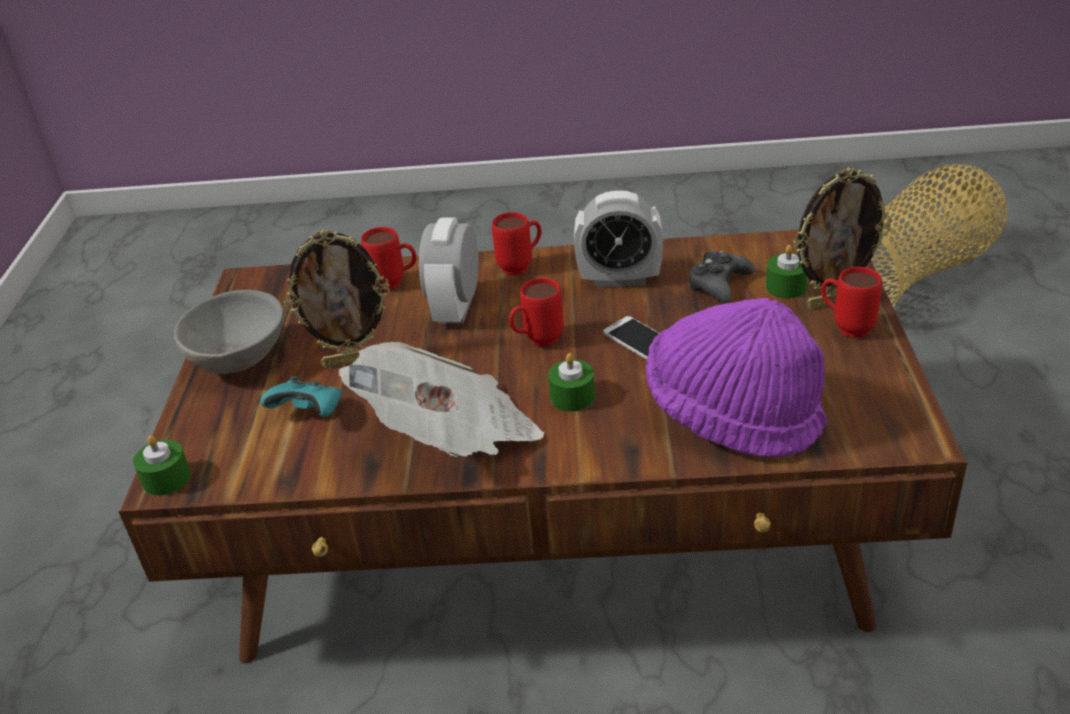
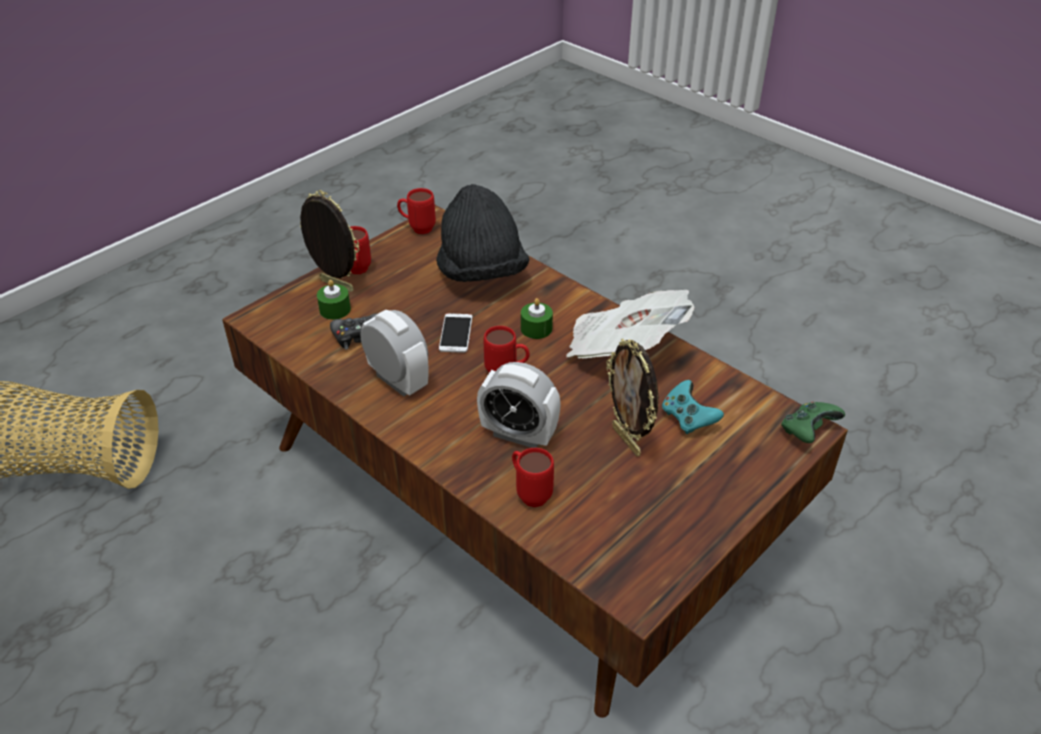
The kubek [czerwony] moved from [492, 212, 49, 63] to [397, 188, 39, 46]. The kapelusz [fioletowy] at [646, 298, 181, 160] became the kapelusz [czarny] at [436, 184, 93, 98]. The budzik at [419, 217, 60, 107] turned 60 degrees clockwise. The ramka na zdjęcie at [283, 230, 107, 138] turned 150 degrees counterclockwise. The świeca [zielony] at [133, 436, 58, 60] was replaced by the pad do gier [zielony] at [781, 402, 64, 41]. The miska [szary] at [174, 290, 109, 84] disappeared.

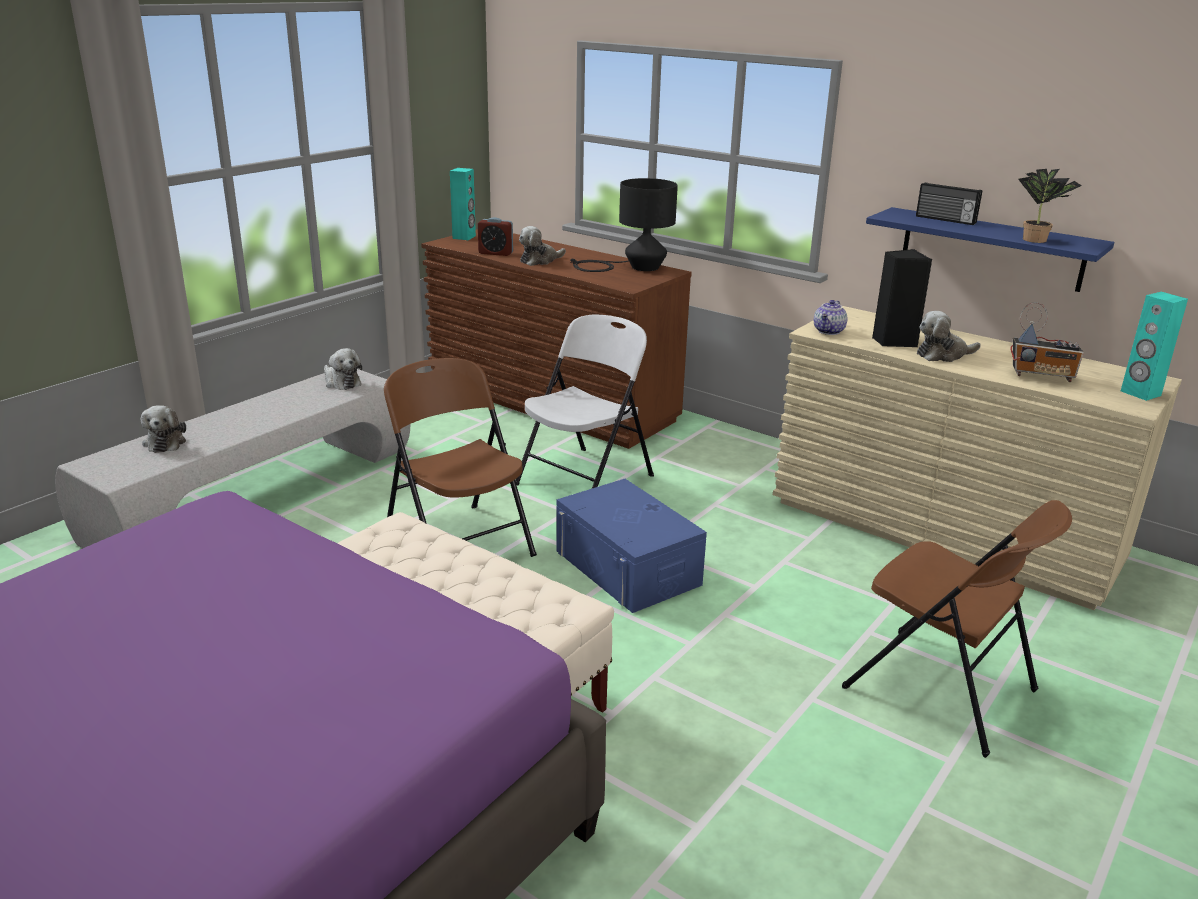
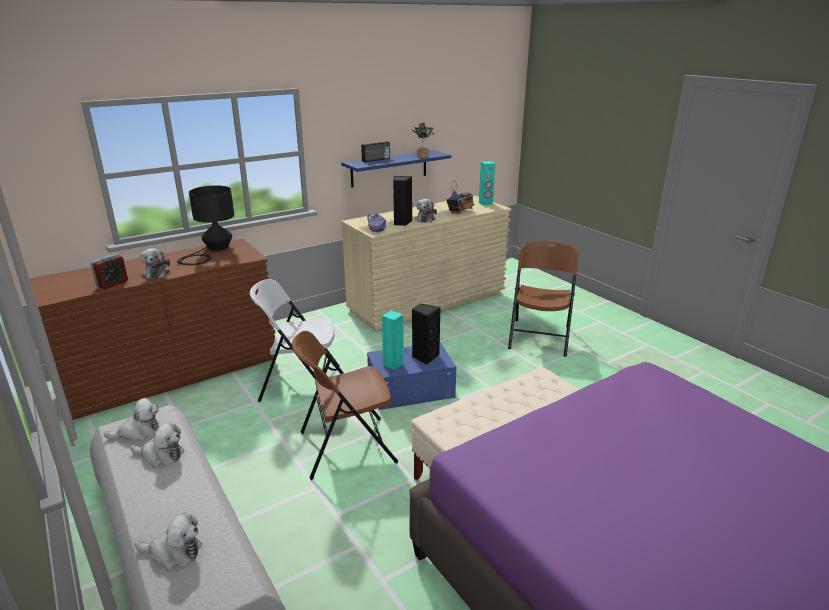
The pluszak at [130, 422, 54, 46] appeared. The krzesło [biały] at [515, 315, 139, 173] turned 60 degrees counterclockwise. The głośnik [turkusowy] moved from [450, 168, 26, 72] to [382, 311, 22, 59]. The głośnik [czarny] at [412, 303, 29, 62] appeared. The krzesło [brązowy] at [842, 500, 230, 258] turned 45 degrees counterclockwise.

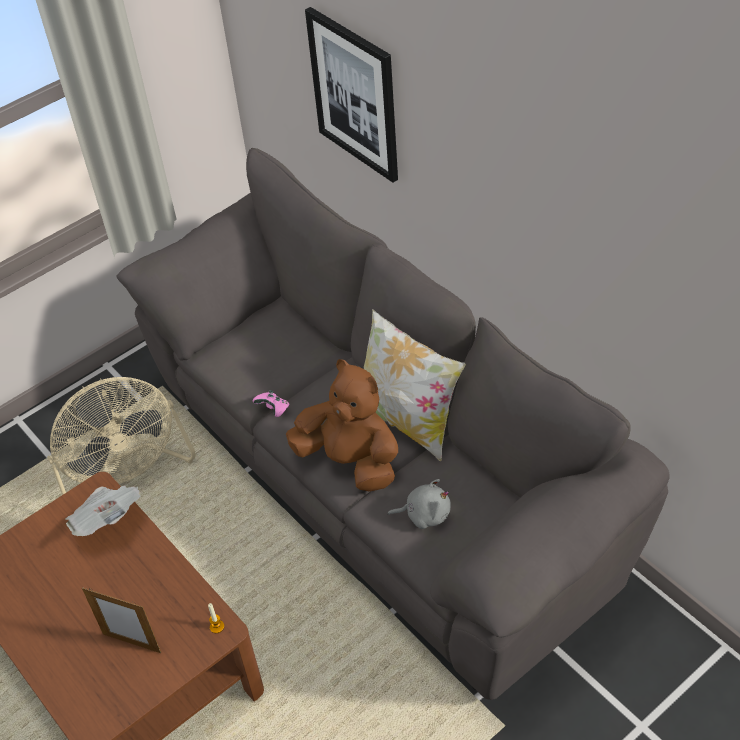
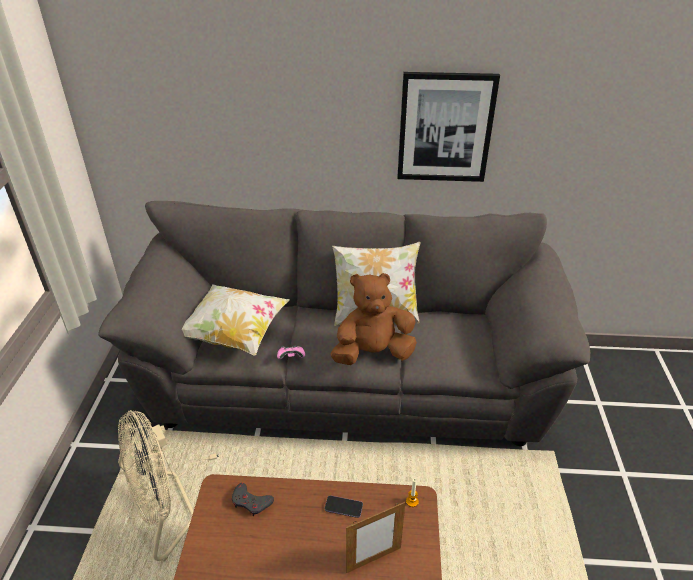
The wentylator [beżowy] at [47, 377, 149, 118] turned 135 degrees clockwise. The poduszka at [182, 284, 108, 71] appeared. The gazeta at [65, 485, 75, 51] was replaced by the pad do gier [szary] at [232, 483, 42, 33]. The telefon at [325, 495, 38, 23] appeared. The obraz moved from [305, 7, 93, 176] to [397, 72, 103, 110]. The pluszak [szary] at [388, 479, 63, 50] disappeared.

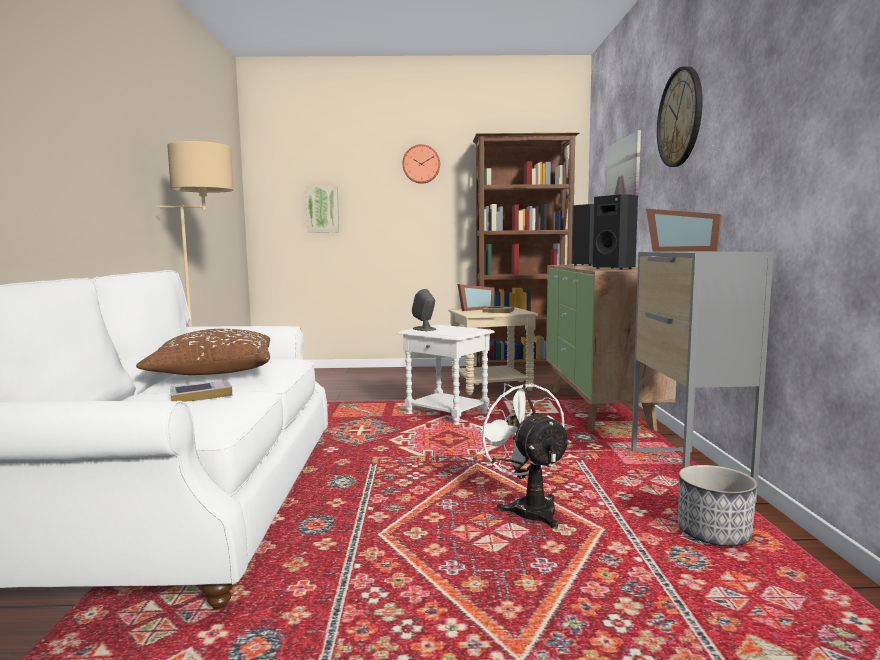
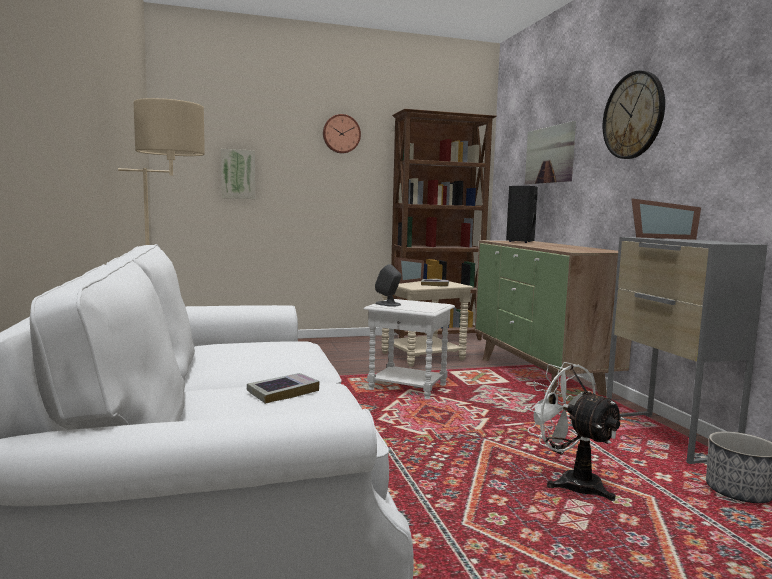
The poduszka [brązowy] at [136, 329, 134, 46] disappeared. The głośnik [czarny] at [592, 194, 46, 76] disappeared.

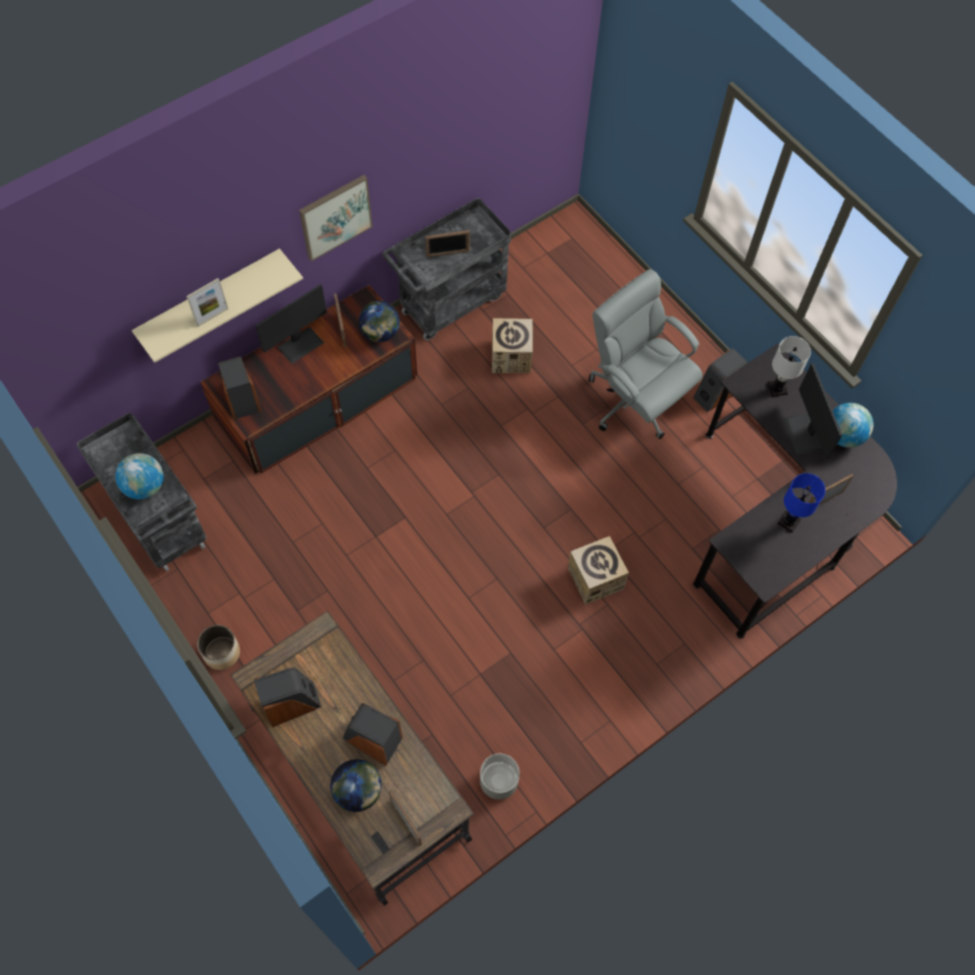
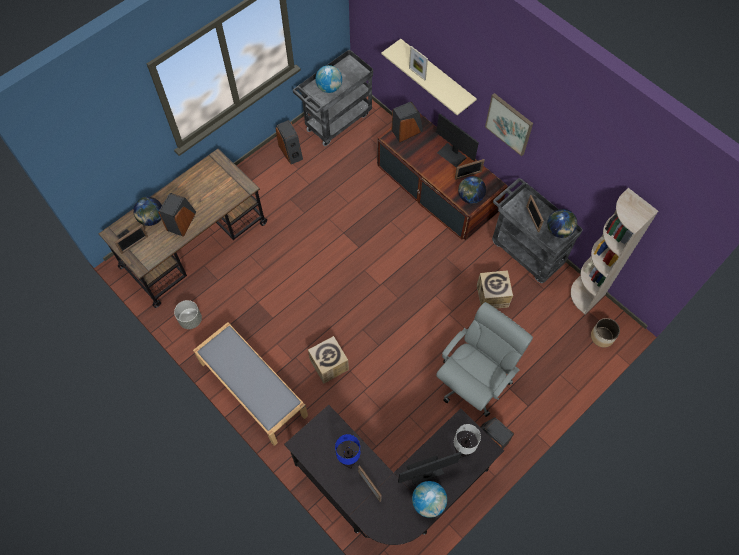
The ławka [szary] at [193, 322, 115, 124] appeared. The głośnik moved from [254, 667, 67, 60] to [275, 120, 28, 44]. The globus at [547, 209, 30, 29] appeared. The regał [beżowy] at [571, 188, 87, 126] appeared. The donica moved from [197, 625, 43, 45] to [591, 318, 29, 30].

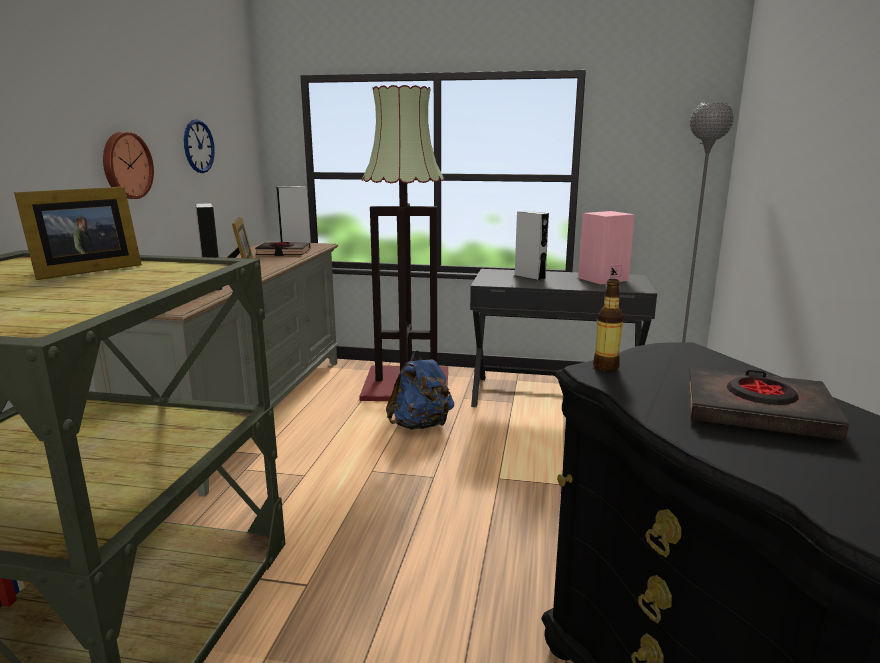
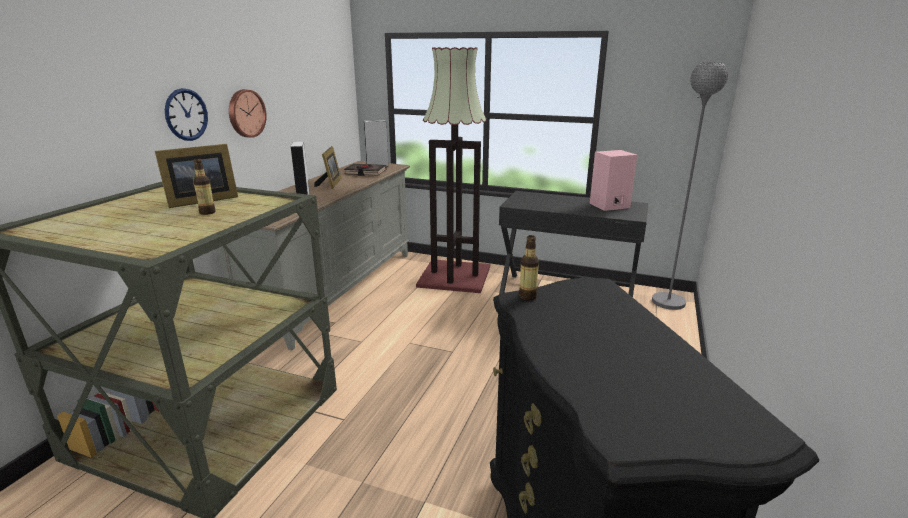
The zegar ścienny moved from [184, 119, 31, 54] to [165, 88, 43, 53]. The butelka at [193, 158, 23, 57] appeared. The plecak [niebieski] at [386, 351, 68, 79] disappeared. The głośnik [szary] at [514, 211, 35, 70] disappeared. The książka [czarny] at [688, 368, 161, 73] disappeared.

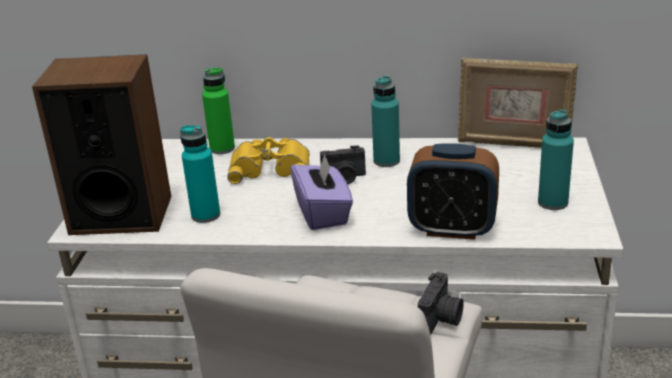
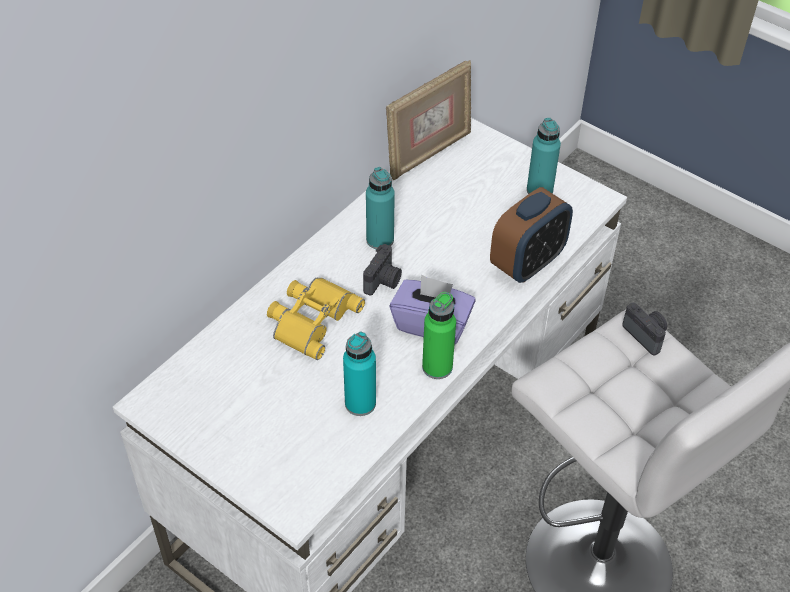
The butelka [zielony] moved from [202, 68, 33, 86] to [422, 292, 34, 87]. The głośnik at [32, 54, 139, 181] disappeared.

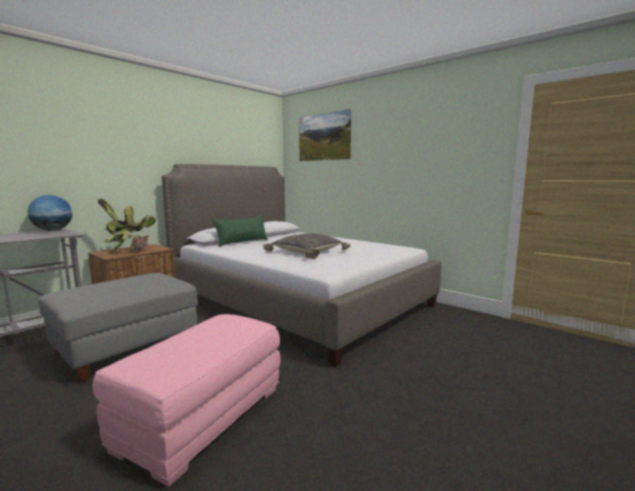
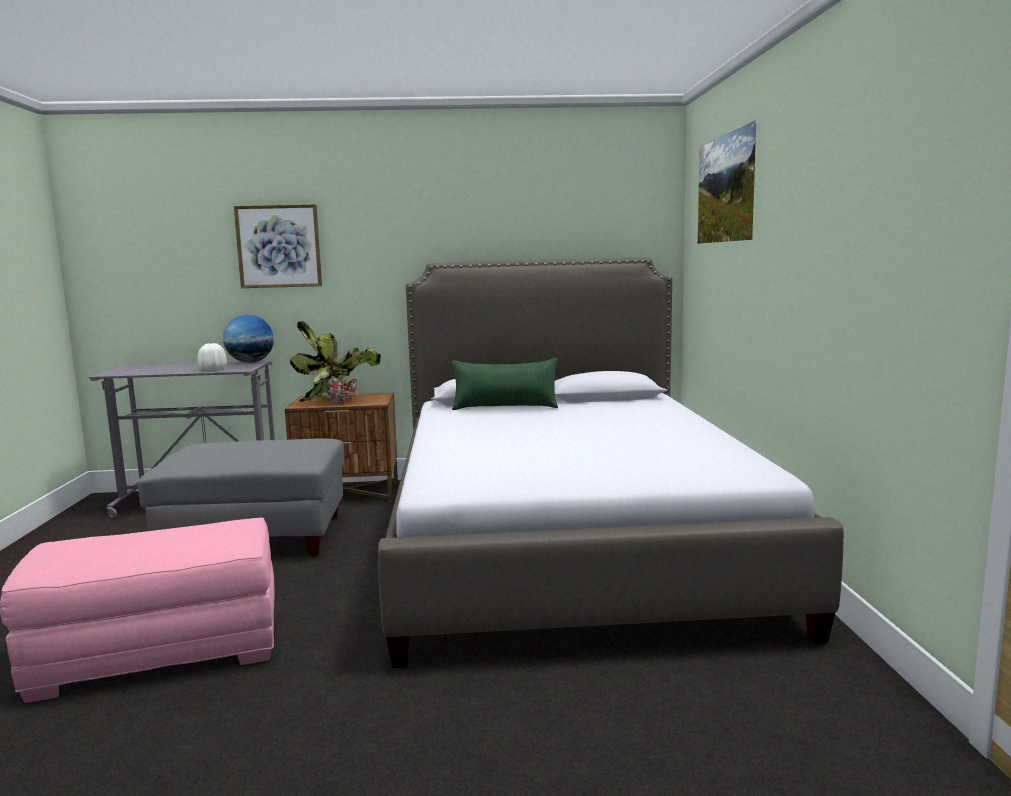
The wazon [biały] at [198, 343, 29, 27] appeared. The obraz at [234, 204, 88, 84] appeared. The poduszka at [262, 233, 88, 26] disappeared.

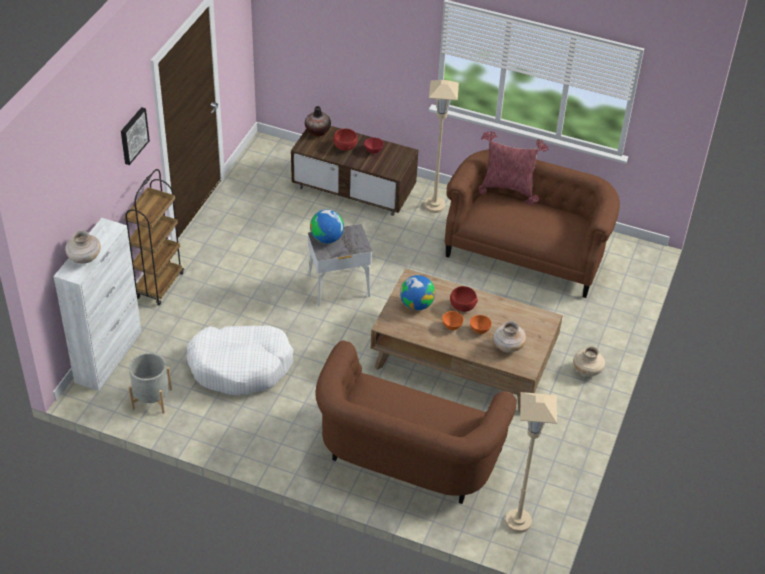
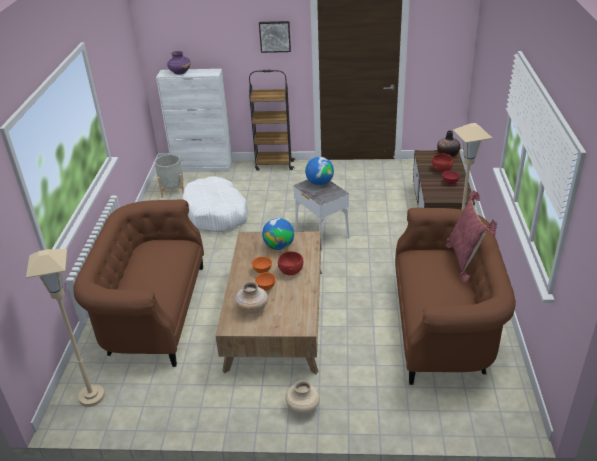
The wazon [beżowy] at [65, 230, 35, 34] became the wazon [fioletowy] at [167, 51, 24, 24].

